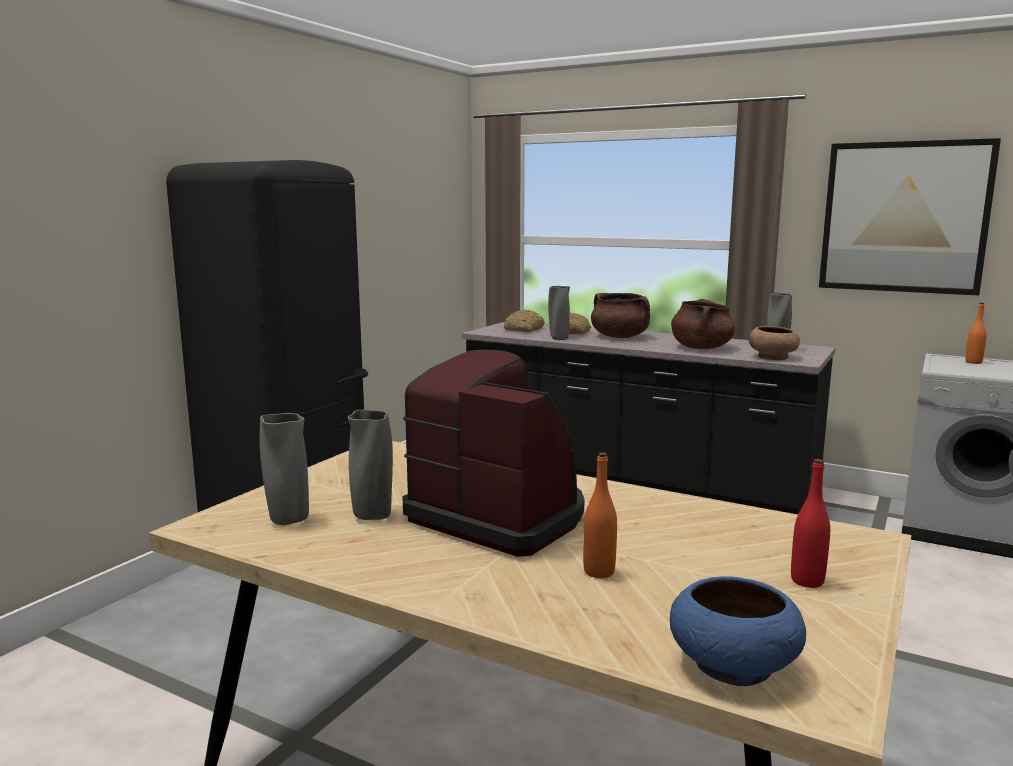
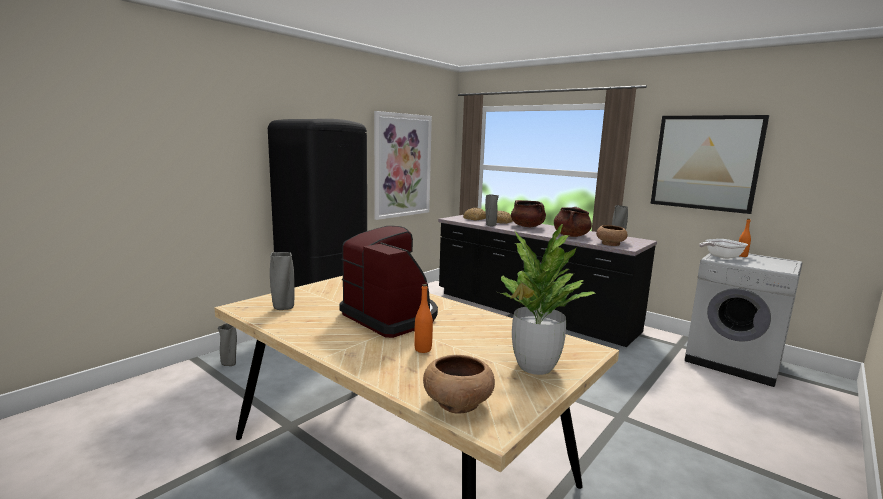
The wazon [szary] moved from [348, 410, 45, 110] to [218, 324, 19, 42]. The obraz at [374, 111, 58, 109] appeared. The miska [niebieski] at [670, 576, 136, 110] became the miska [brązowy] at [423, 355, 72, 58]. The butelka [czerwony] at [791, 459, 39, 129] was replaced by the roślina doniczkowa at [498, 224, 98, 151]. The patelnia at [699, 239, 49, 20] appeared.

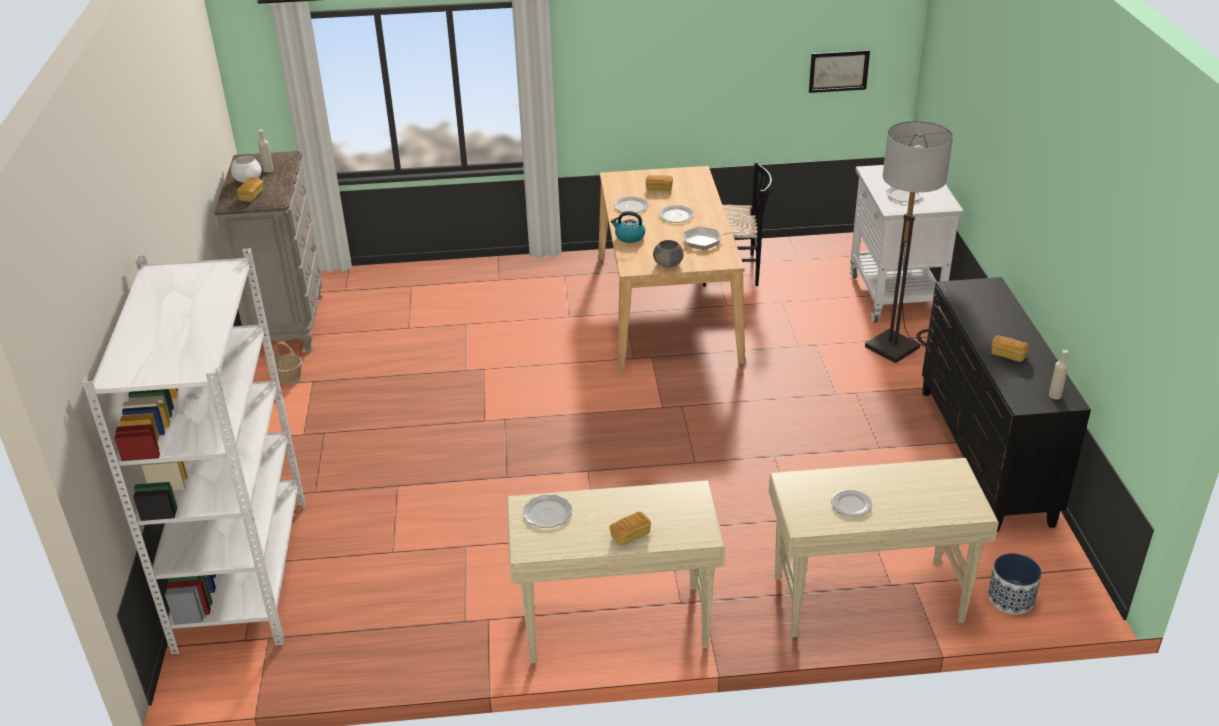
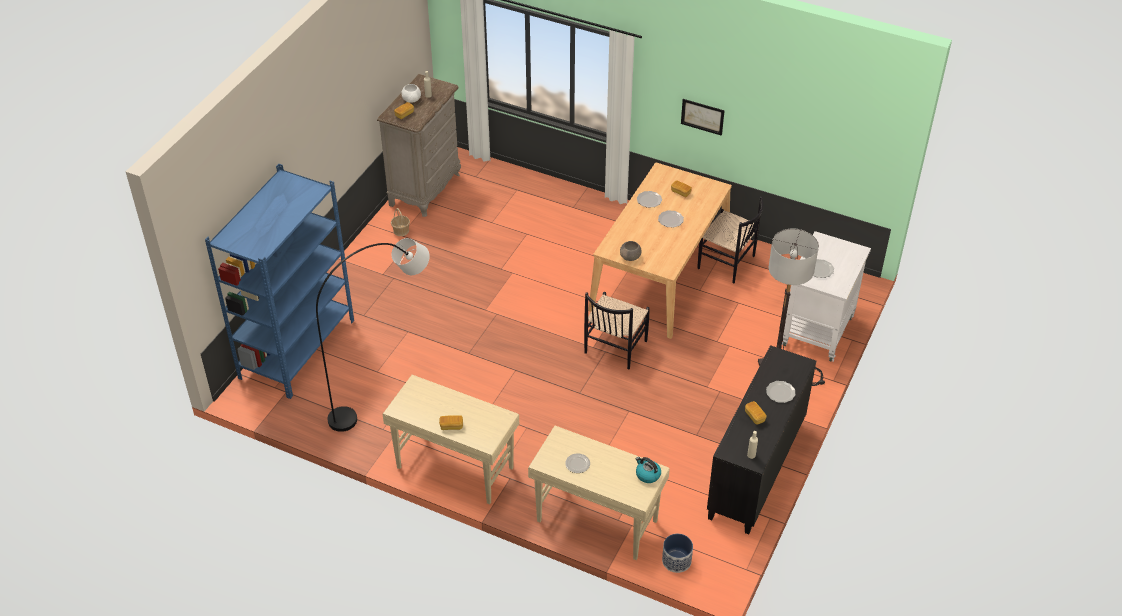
The regał [biały] at [82, 248, 224, 406] became the regał [niebieski] at [205, 164, 149, 235]. The lampa stojąca [czarny] at [316, 238, 114, 194] appeared. The krzesło [czarny] at [584, 292, 66, 77] appeared. The czajnik moved from [611, 211, 34, 32] to [636, 457, 25, 26]. The obraz moved from [809, 50, 61, 43] to [681, 99, 44, 37]. The talerz moved from [523, 495, 49, 33] to [766, 381, 30, 22]. The patelnia at [683, 227, 63, 23] disappeared.

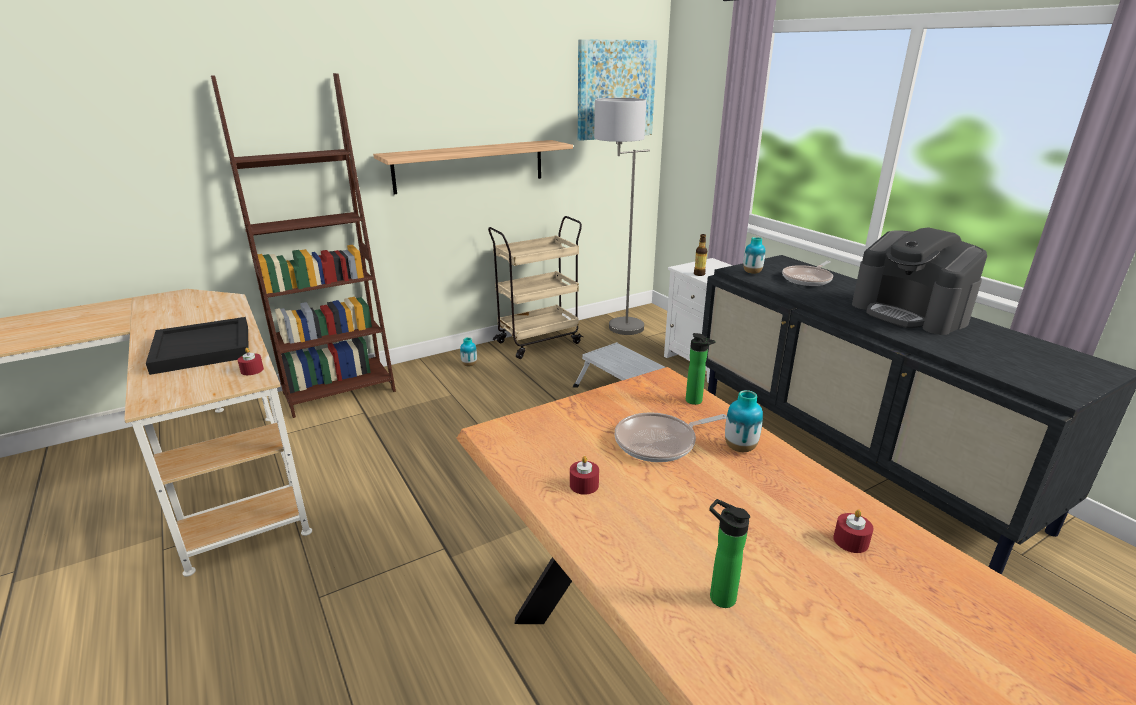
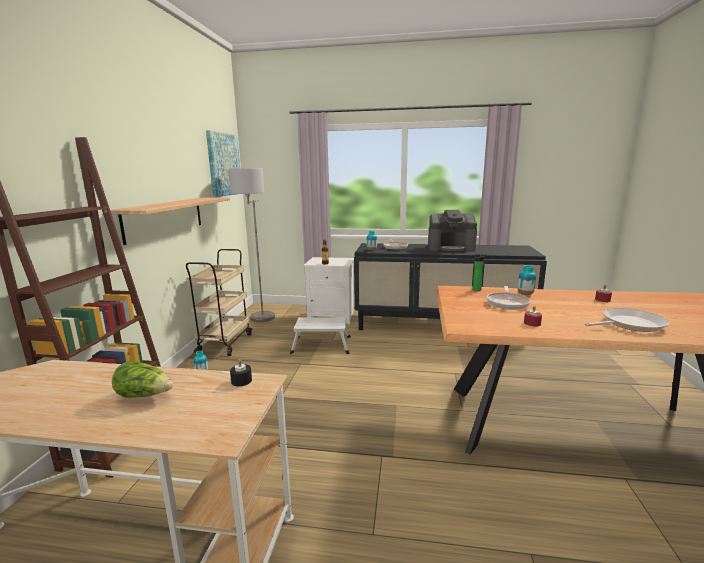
The taca [czarny] at [146, 317, 103, 58] was replaced by the sałata at [112, 361, 61, 37]. The świeca [czerwony] at [238, 348, 26, 27] became the świeca [czarny] at [230, 359, 22, 27]. The butelka at [709, 499, 41, 109] was replaced by the patelnia at [585, 308, 84, 24].

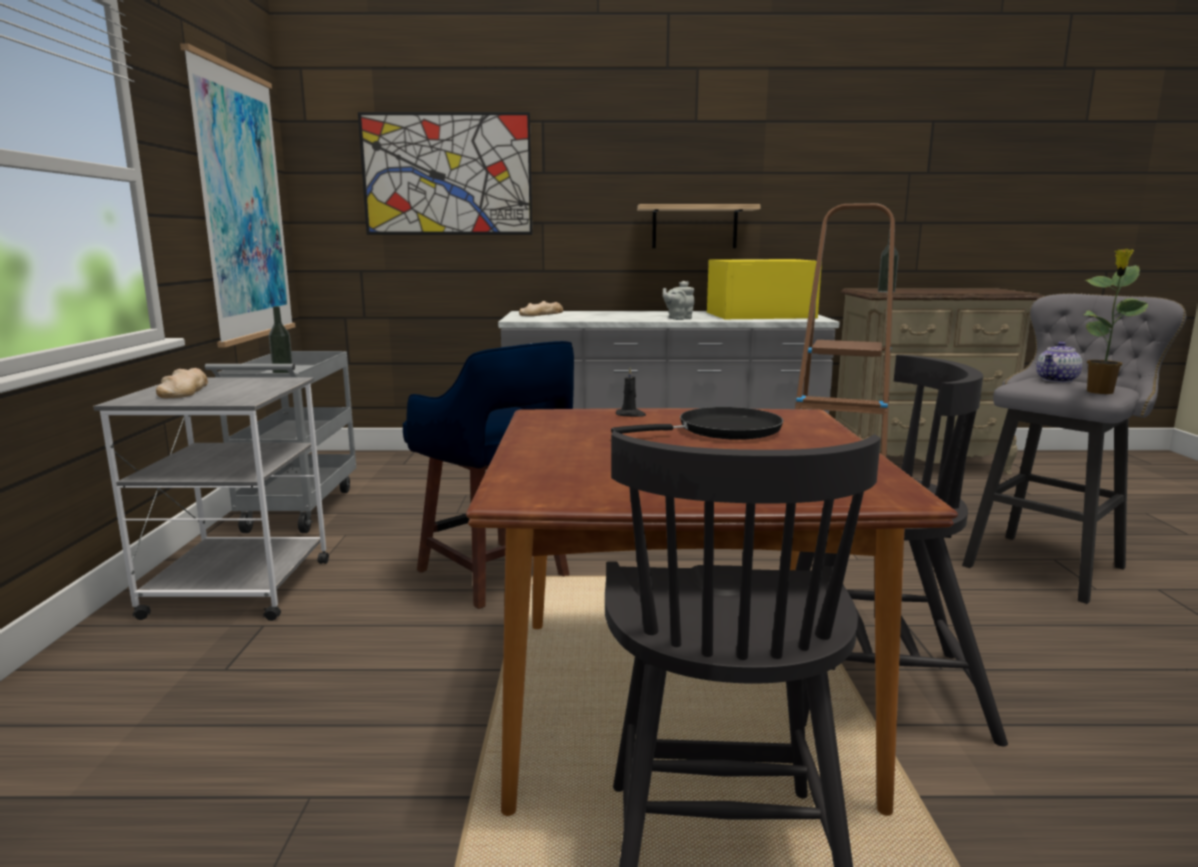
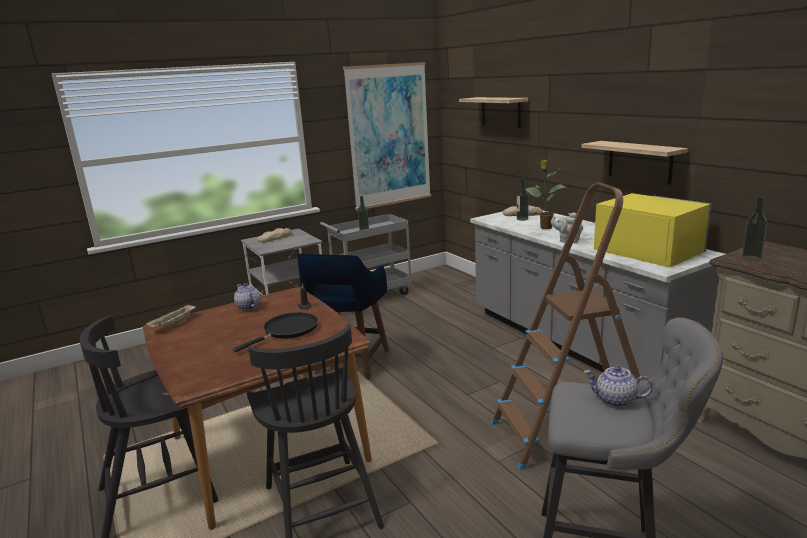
The taca [beżowy] at [146, 304, 50, 23] appeared. The patelnia [czarny] at [611, 407, 172, 33] turned 90 degrees counterclockwise. The imbryk at [234, 283, 27, 28] appeared. The obraz at [358, 112, 174, 123] was replaced by the półka at [459, 97, 69, 31]. The butelka at [517, 178, 12, 43] appeared. The roślina doniczkowa moved from [1084, 249, 64, 145] to [525, 160, 41, 69].

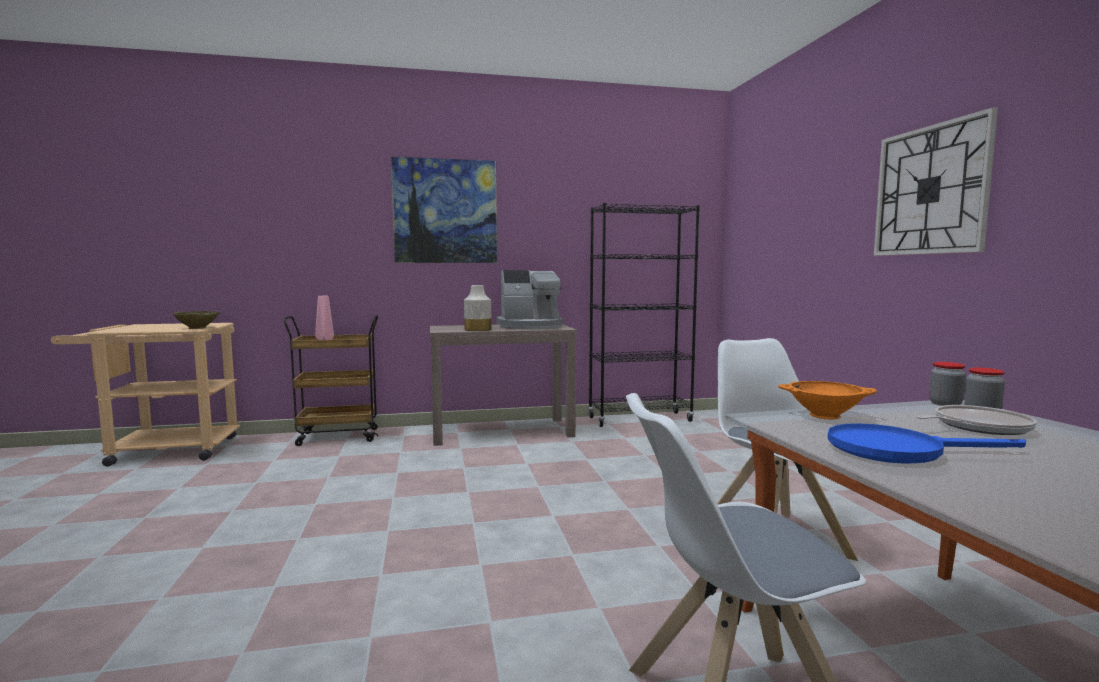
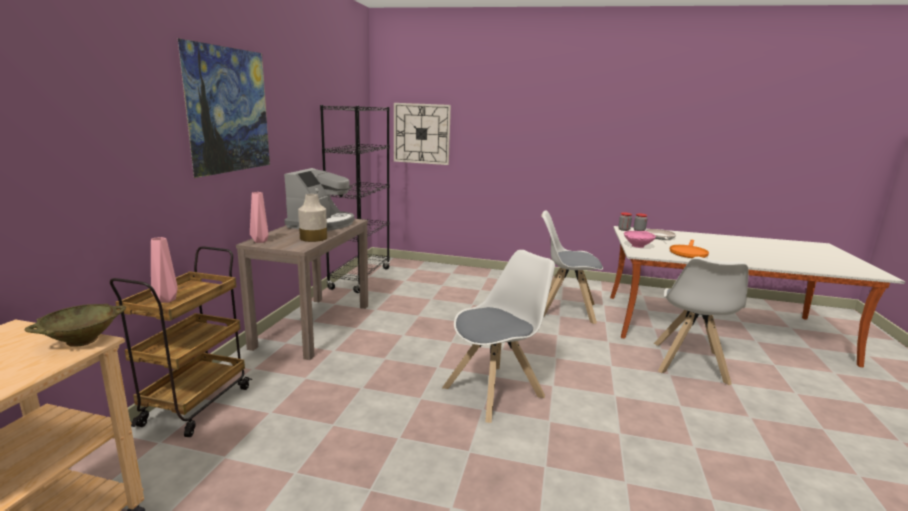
The wazon [różowy] at [250, 192, 19, 51] appeared. The zegar ścienny moved from [874, 107, 124, 149] to [394, 103, 57, 62]. The krzesło at [442, 250, 113, 173] appeared. The miska [pomarańczowy] at [778, 381, 99, 38] became the miska [różowy] at [624, 231, 32, 17]. The patelnia [niebieski] at [828, 423, 198, 41] became the patelnia [pomarańczowy] at [670, 239, 39, 19].

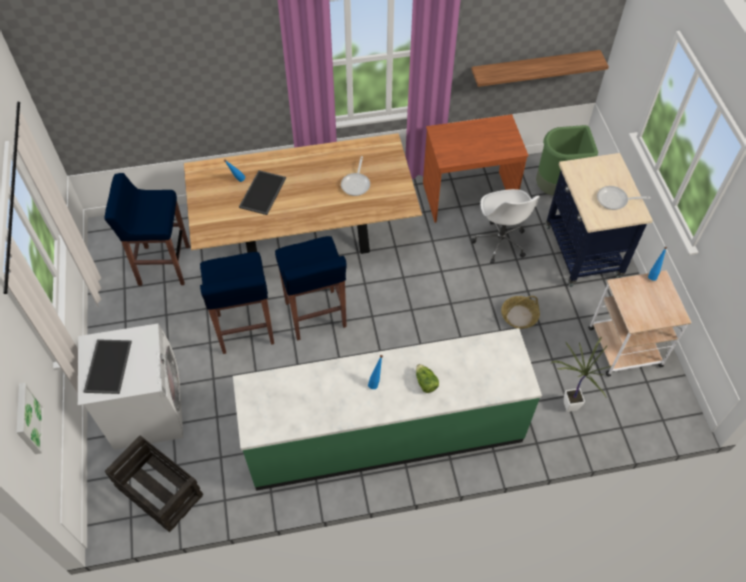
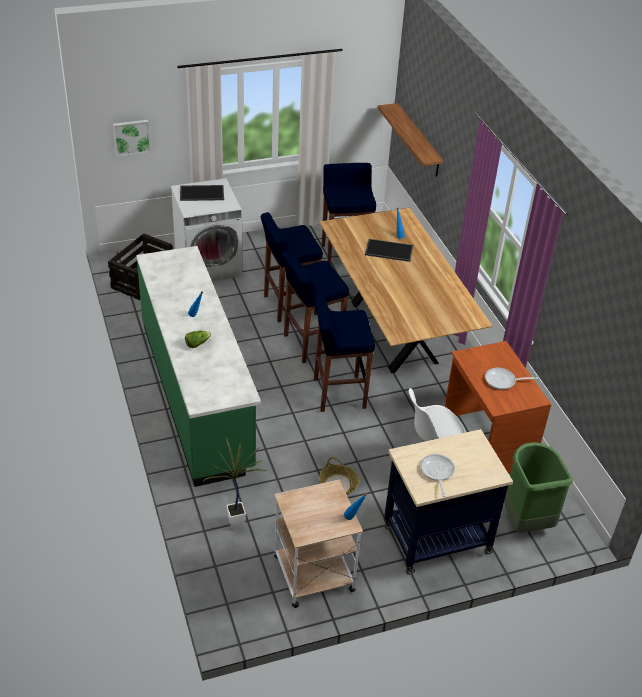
The stołek [niebieski] at [314, 293, 61, 119] appeared. The półka moved from [471, 50, 138, 37] to [378, 103, 66, 74]. The patelnia moved from [341, 156, 29, 40] to [485, 368, 53, 22].

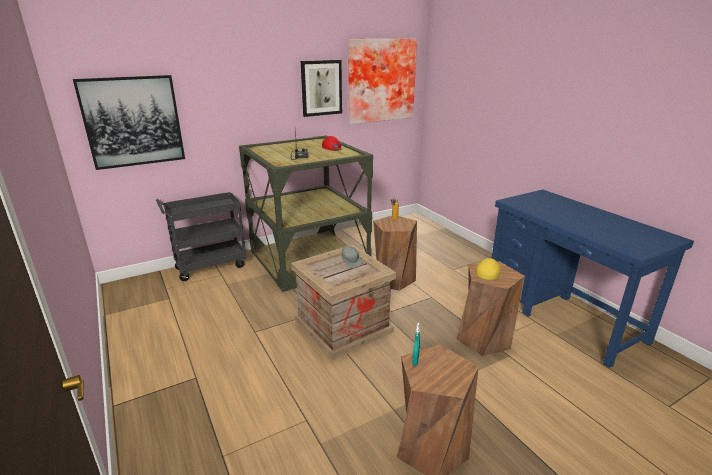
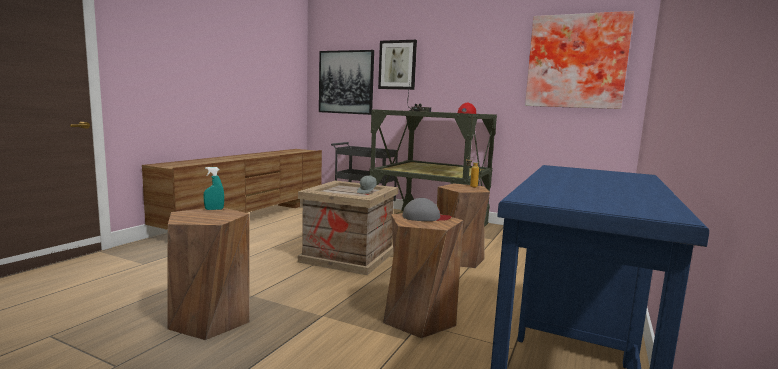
The szafka [brązowy] at [142, 149, 180, 81] appeared. The obraz moved from [301, 60, 41, 57] to [378, 40, 39, 50]. The czapka z daszkiem [żółty] at [475, 258, 26, 22] became the czapka z daszkiem [szary] at [402, 198, 49, 23].

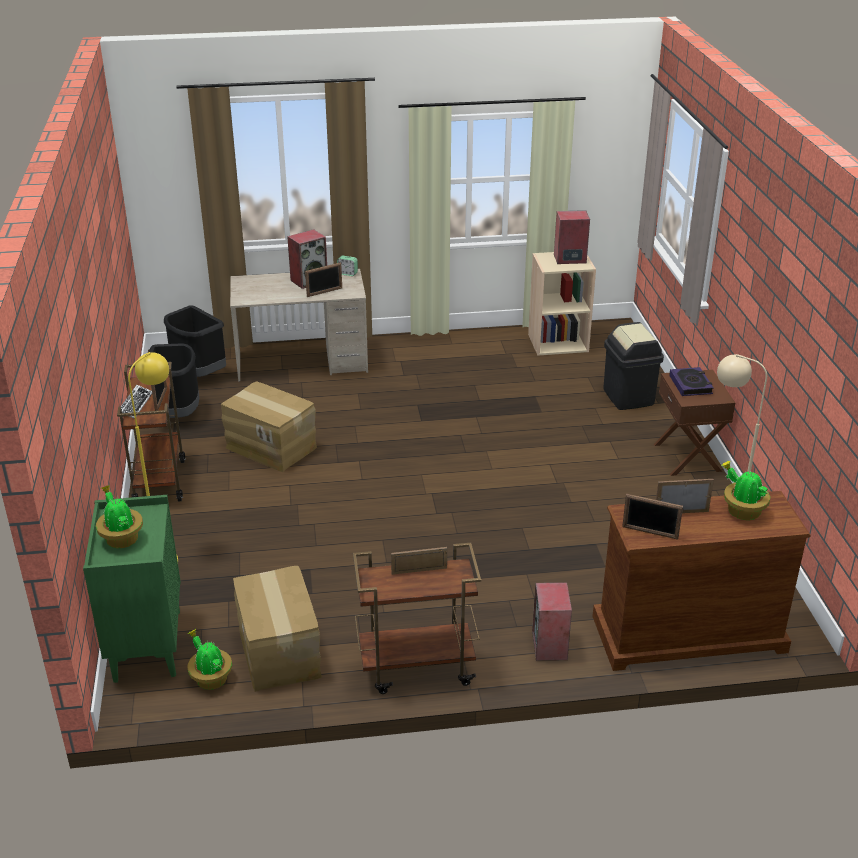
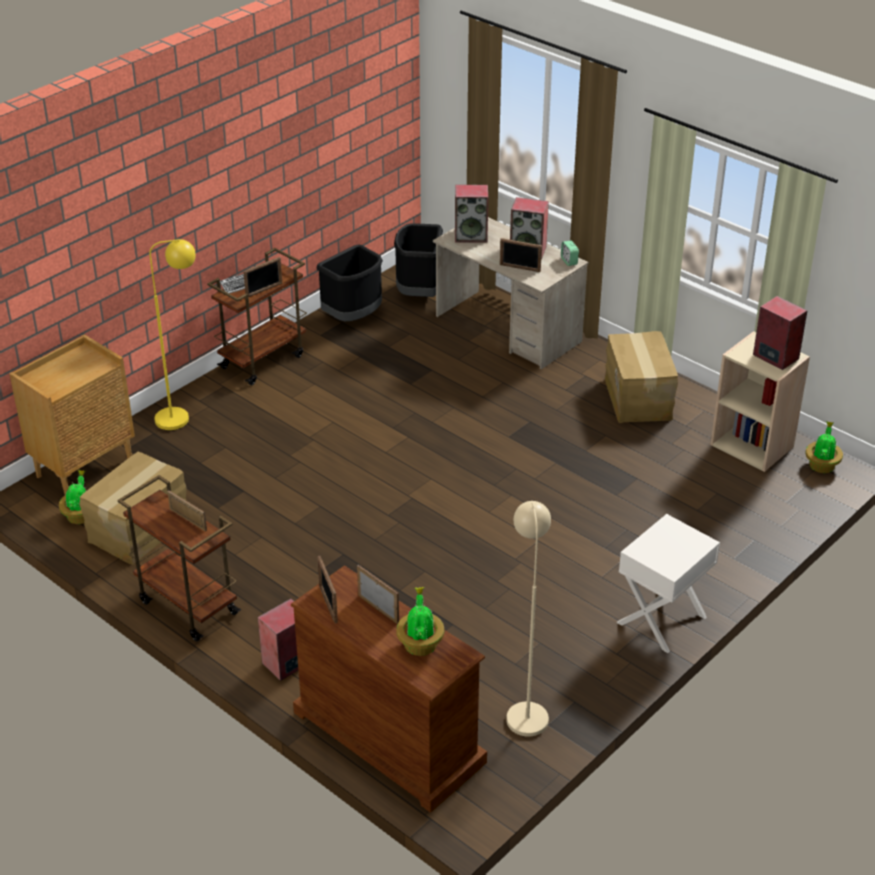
The szafka [zielony] at [83, 495, 98, 188] became the szafka [brązowy] at [9, 334, 126, 161]. The głośnik at [455, 185, 33, 58] appeared. The karton moved from [221, 381, 96, 91] to [605, 331, 73, 92]. The szafka nocna [brązowy] at [654, 370, 81, 106] became the szafka nocna [biały] at [616, 514, 104, 139]. The roślina doniczkowa moved from [96, 485, 47, 63] to [806, 422, 37, 51]. The kosz na śmieci [czarny] at [603, 322, 61, 88] disappeared. The książka at [669, 367, 45, 29] disappeared.

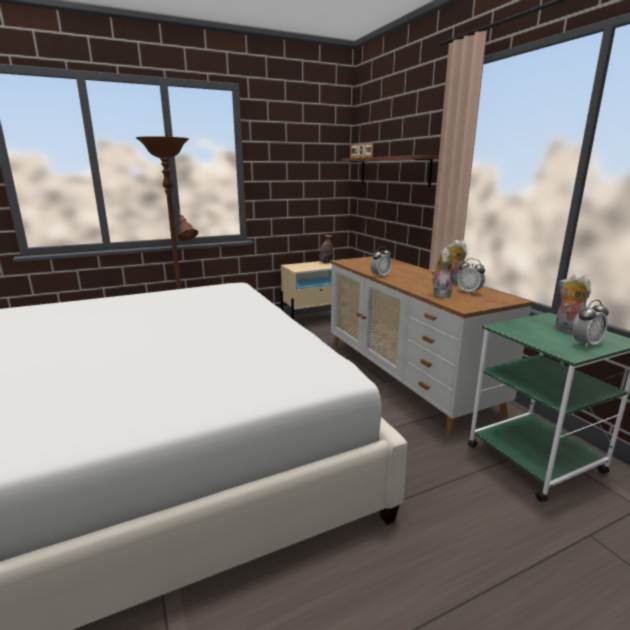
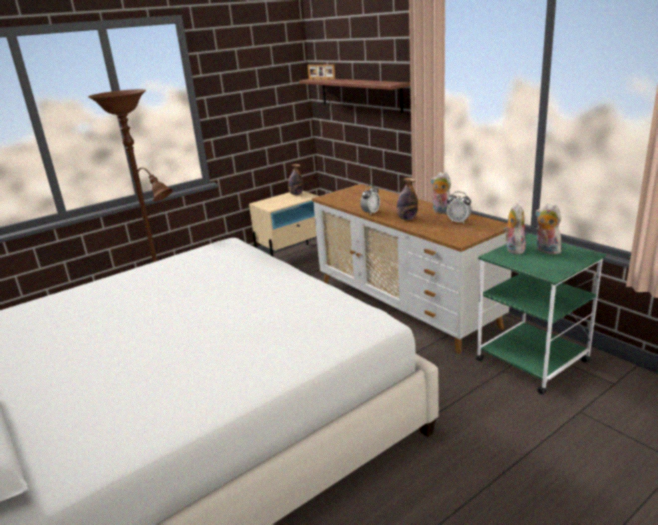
The butelka at [396, 178, 22, 42] appeared. The pluszak moved from [431, 247, 21, 51] to [504, 203, 22, 51]. The budzik at [572, 300, 37, 48] disappeared.

